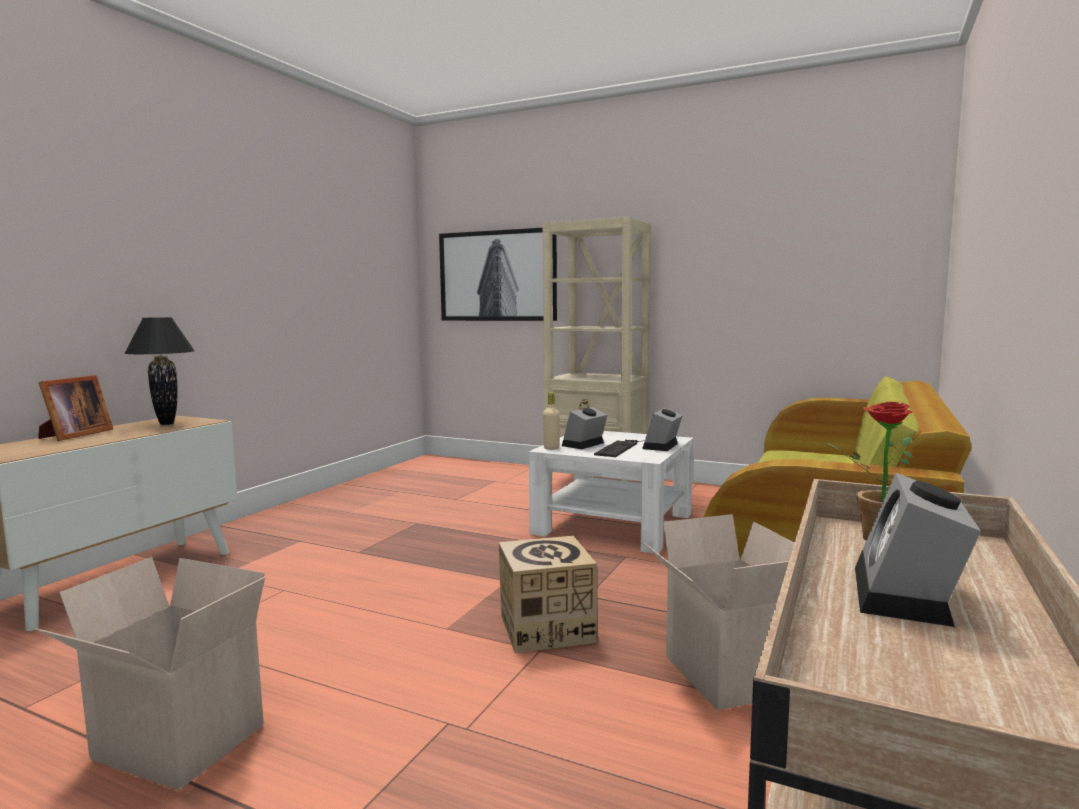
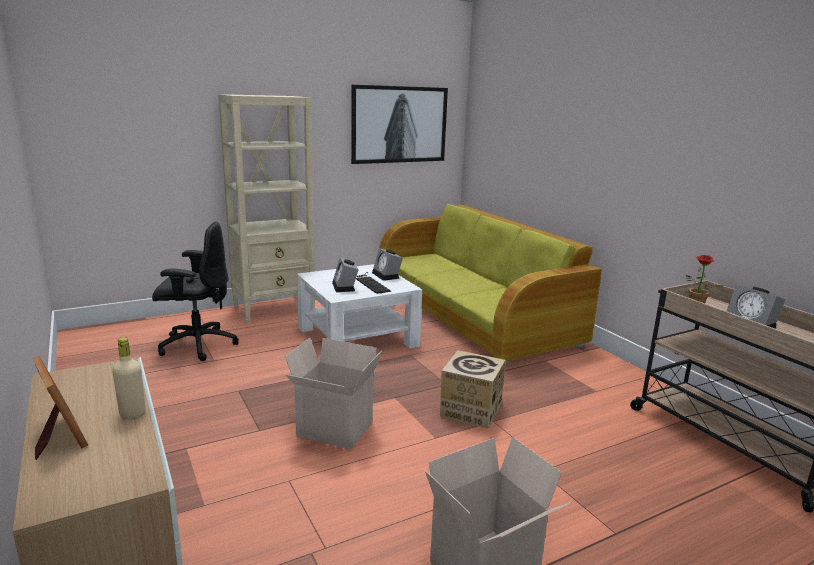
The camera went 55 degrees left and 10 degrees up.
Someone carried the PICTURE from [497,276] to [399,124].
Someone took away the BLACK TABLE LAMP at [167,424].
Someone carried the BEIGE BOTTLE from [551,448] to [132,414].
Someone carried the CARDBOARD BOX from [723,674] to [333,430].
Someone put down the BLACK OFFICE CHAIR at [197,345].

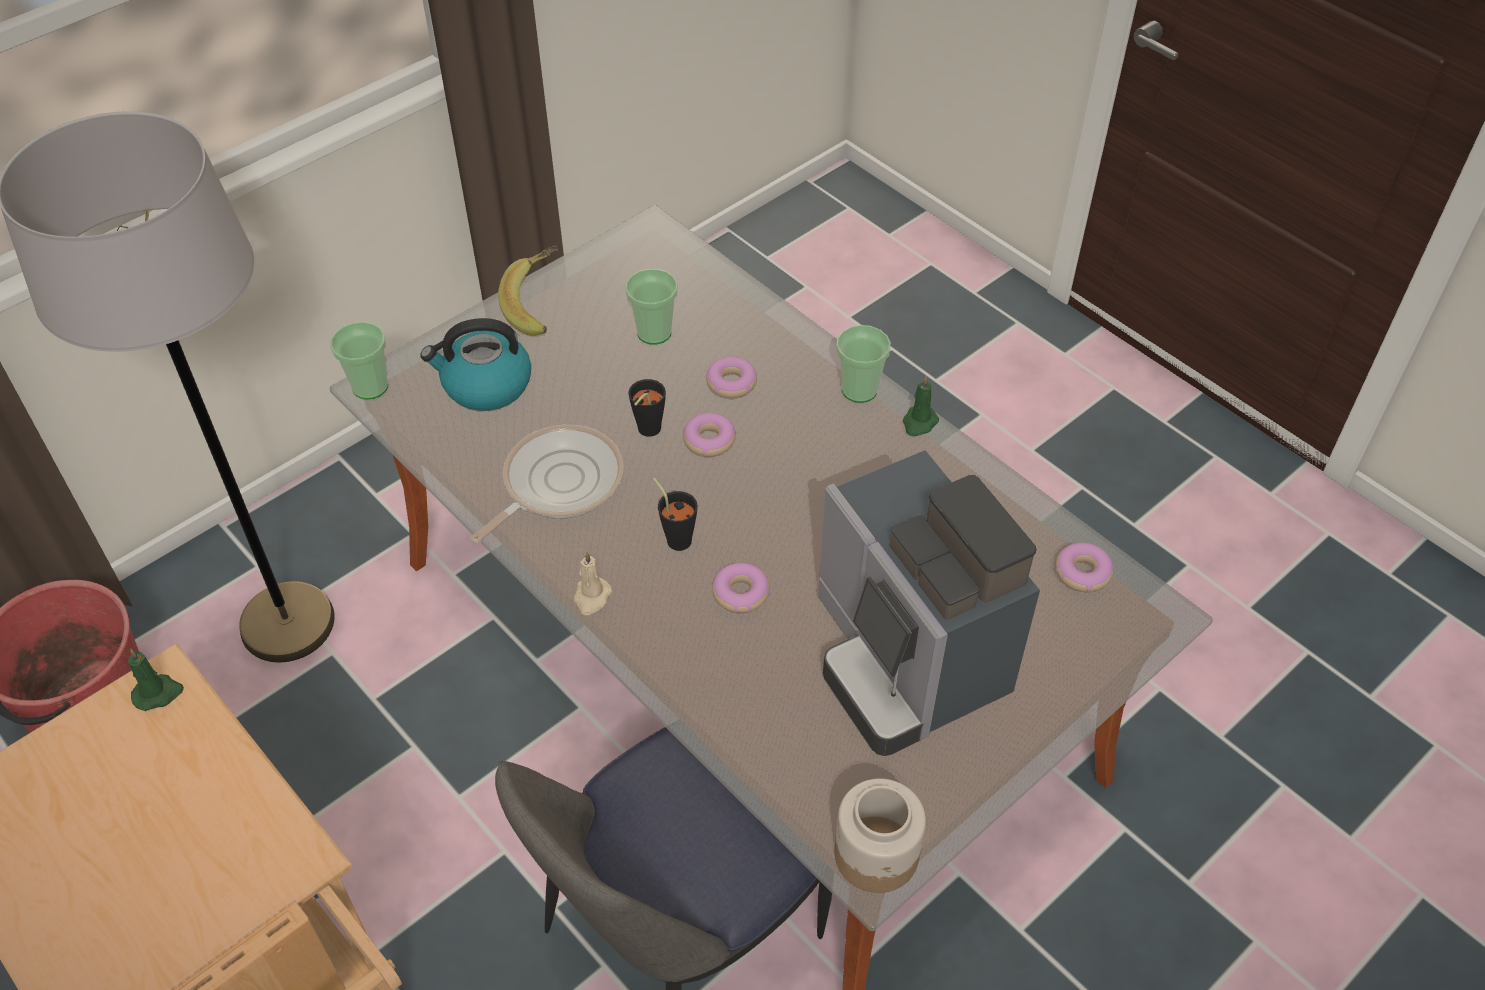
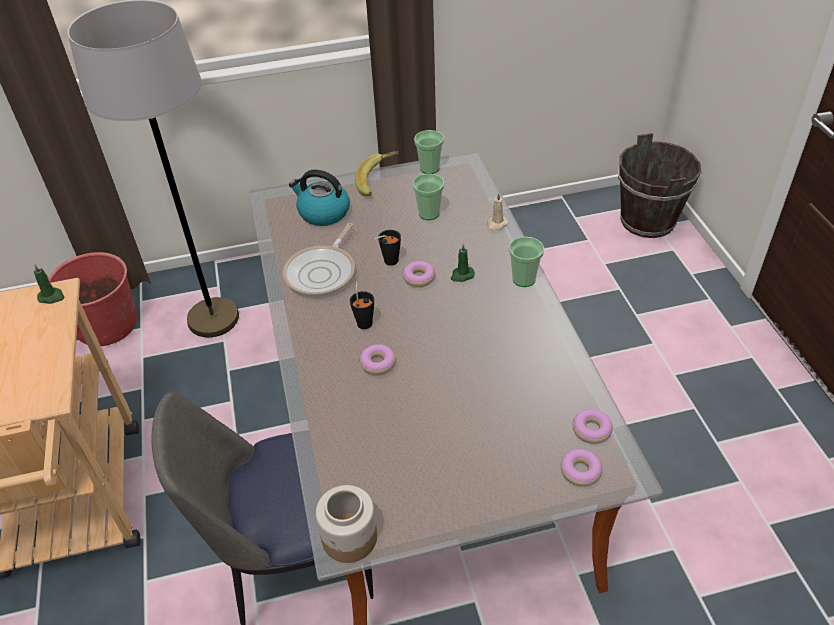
The camera went 30 degrees right and 5 degrees down.
Someone carried the CUP from [370,387] to [429,168].
Someone carried the DONUT from [731,383] to [580,471].
Someone carried the GREEN CANDLE from [919,423] to [462,275].
Someone rotated the FRYING PAN at [557,483] by 135 degrees clockwise.
Someone took away the COFFEE MACHINE at [906,659].
Someone carried the BEIGE CANDLE from [592,597] to [496,224].
Someone put down the BROWN BUCKET at [648,221].

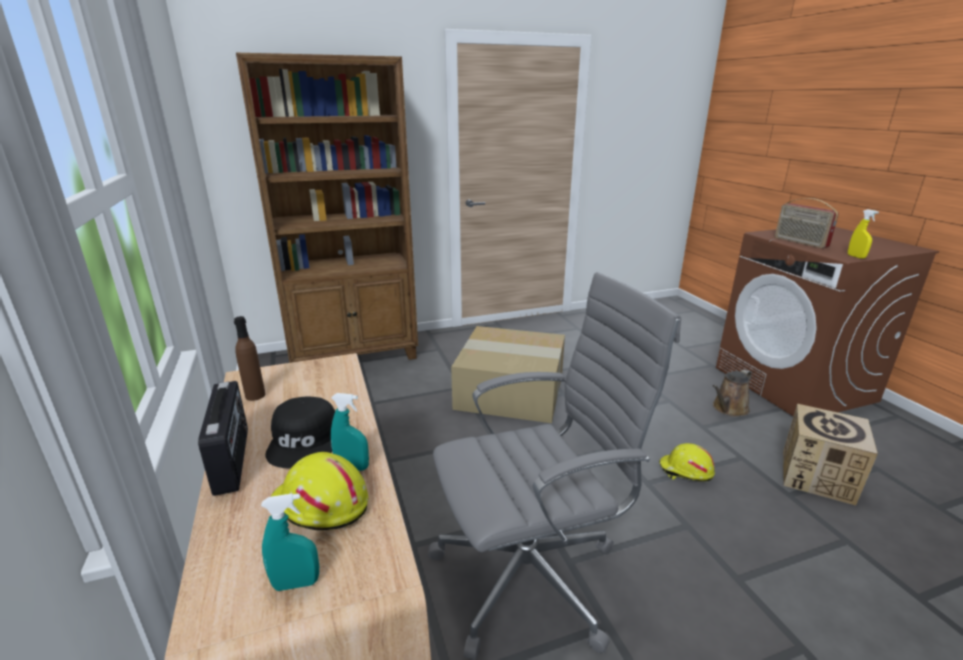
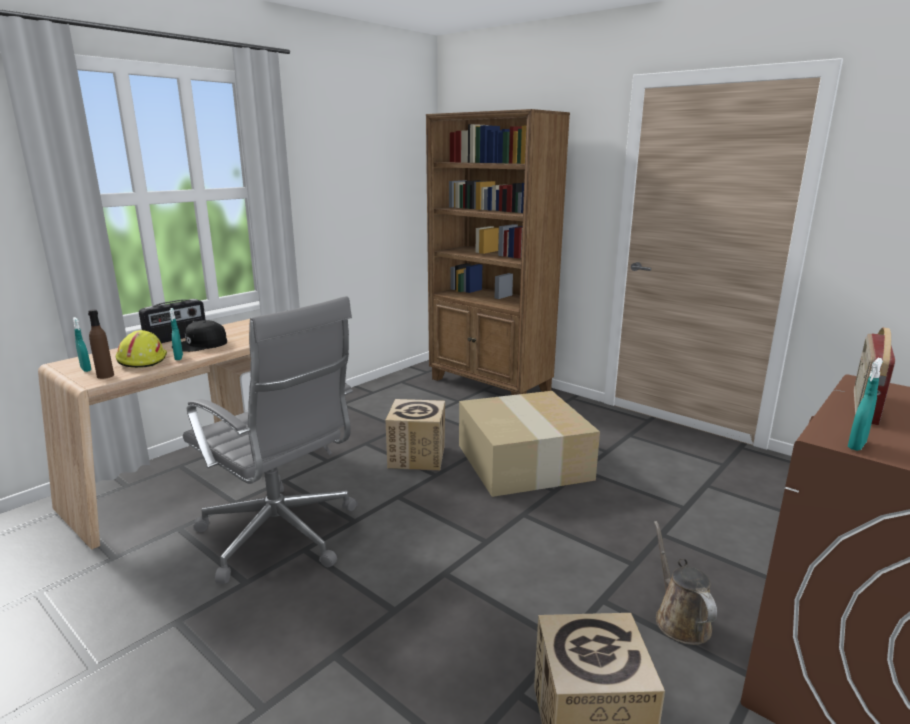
The camera went 60 degrees right and 5 degrees down.
Someone repainted the YELLOW SPRAY BOTTLE at [856,256], which became the TURQUOISE SPRAY BOTTLE at [856,445].
Someone carried the BROWN BOTTLE from [255,395] to [105,376].
Someone rotated the BROWN WATERING CAN at [728,409] by 60 degrees clockwise.
Someone took away the YELLOW HARD HAT at [685,471].
Someone put down the CARDBOARD BOX at [417,456].

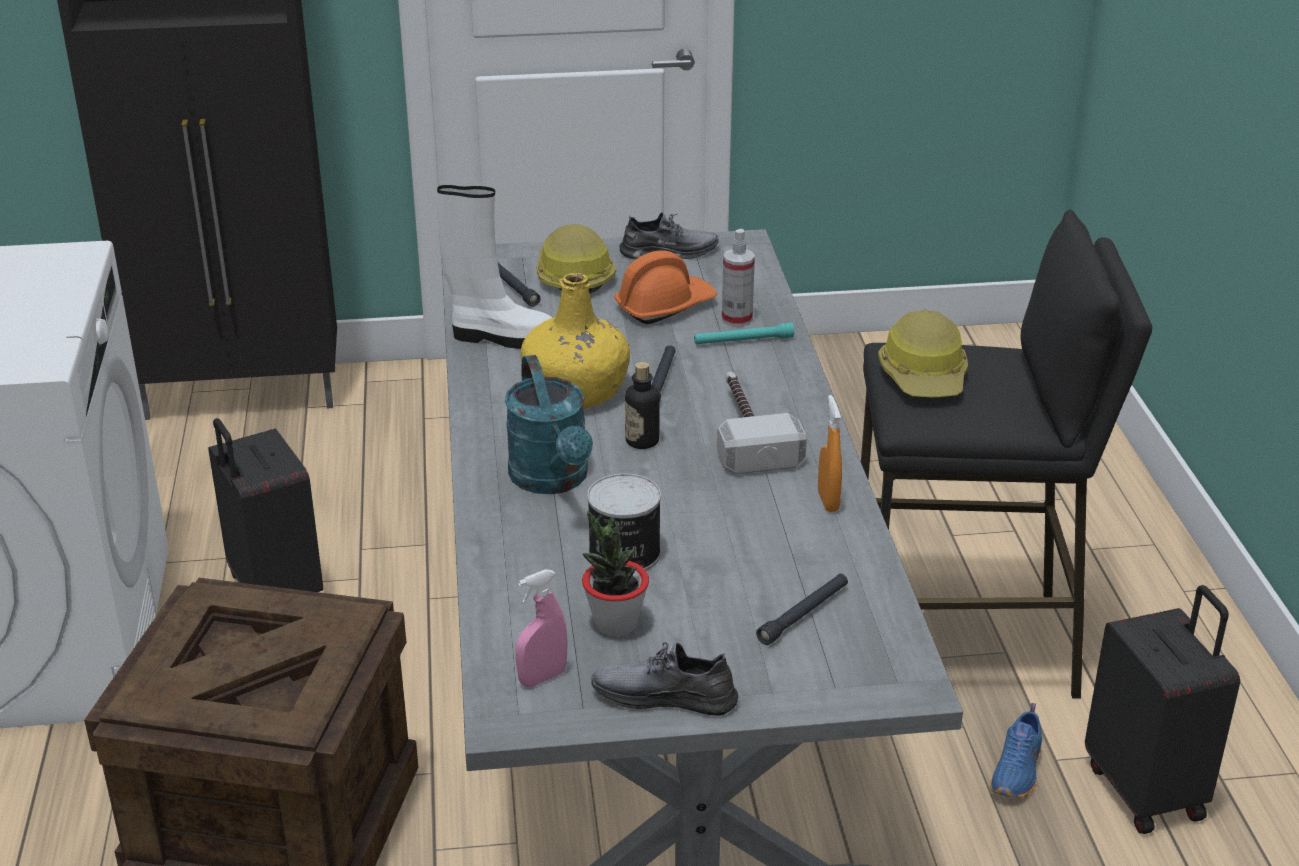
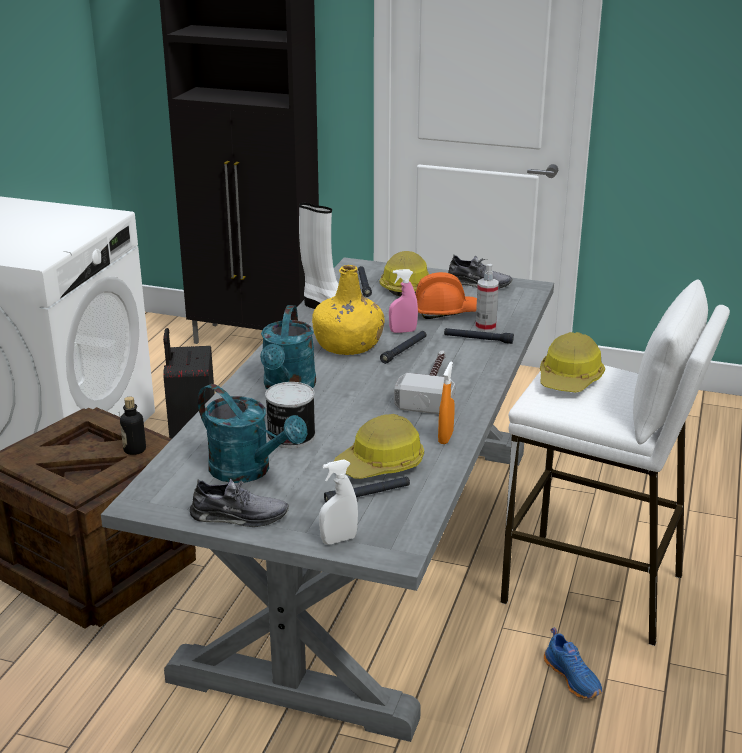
The camera went 25 degrees right and 5 degrees down.
Someone repainted the BLACK STOOL at [962,644], which became the WHITE STOOL at [593,588].
Someone repainted the TURQUOISE FLASHLIGHT at [743,341], which became the BLACK FLASHLIGHT at [478,339].
Someone carried the BOTTLE from [642,441] to [134,449].
Someone swapped the POTTED PLANT at [615,624] for the TURQUOISE WATERING CAN at [249,471].
Someone carried the PINK SPRAY BOTTLE from [542,678] to [403,331].
Someone took away the BLACK SUITCASE at [1147,790].
Someone rotated the GREY SHOE at [664,696] by 150 degrees clockwise.
Someone rotated the BLUE SHOE at [1018,771] by 75 degrees counterclockwise.
Someone put down the HARD HAT at [381,464].
Someone put down the WHITE SPRAY BOTTLE at [338,539].

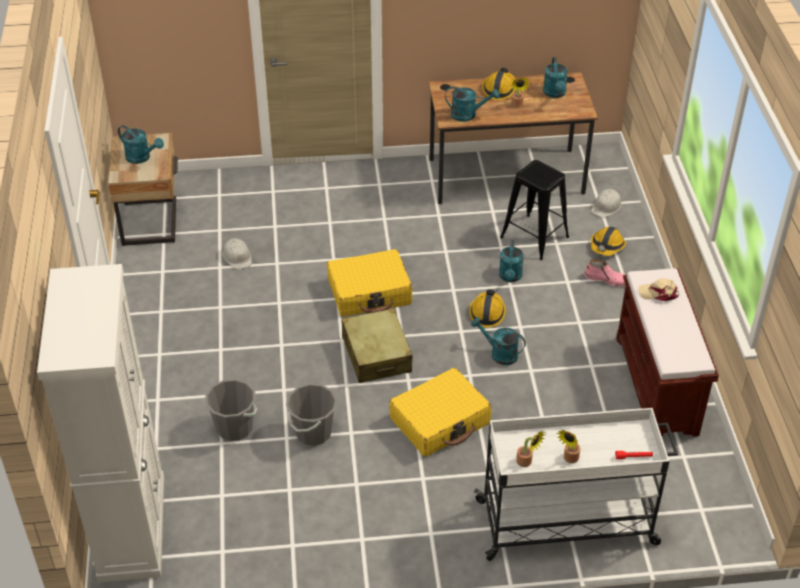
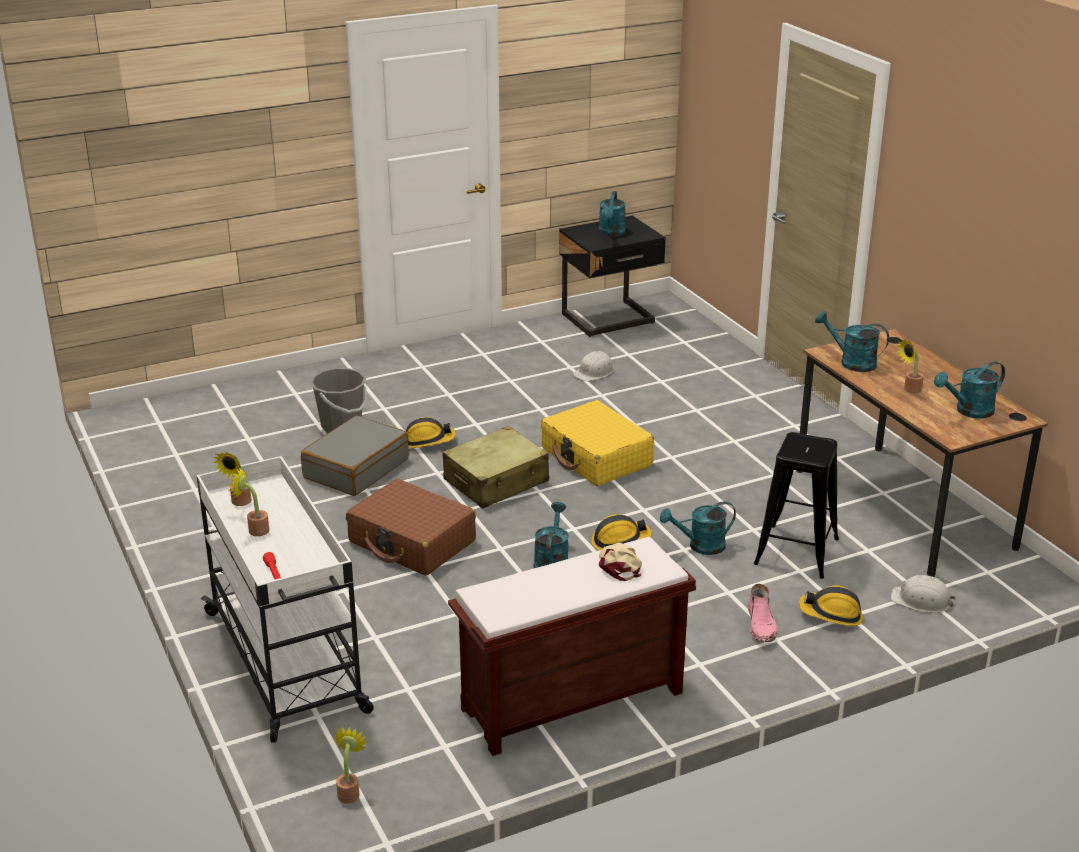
The camera went 70 degrees right and 15 degrees down.
Someone carried the HARD HAT from [499,89] to [428,441].
Someone rotated the TURQUOISE WATERING CAN at [468,115] by 135 degrees clockwise.
Someone repainted the BEIGE NIGHTSTAND at [152,222], which became the BLACK NIGHTSTAND at [610,320].
Someone took away the WHITE CABINET at [132,527].
Someone repainted the YELLOW SUITCASE at [440,421], which became the BROWN SUITCASE at [412,542].
Someone swapped the GREY BUCKET at [313,432] for the GREY SUITCASE at [356,468].
Someone put down the POTTED PLANT at [349,792].

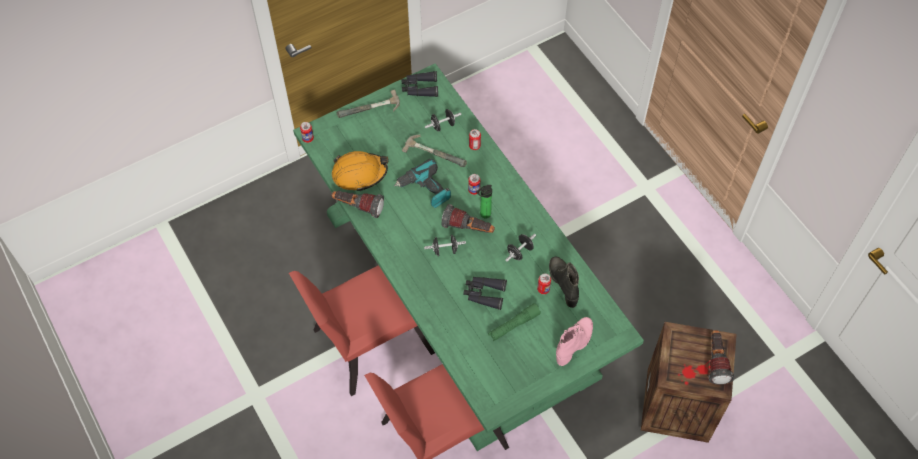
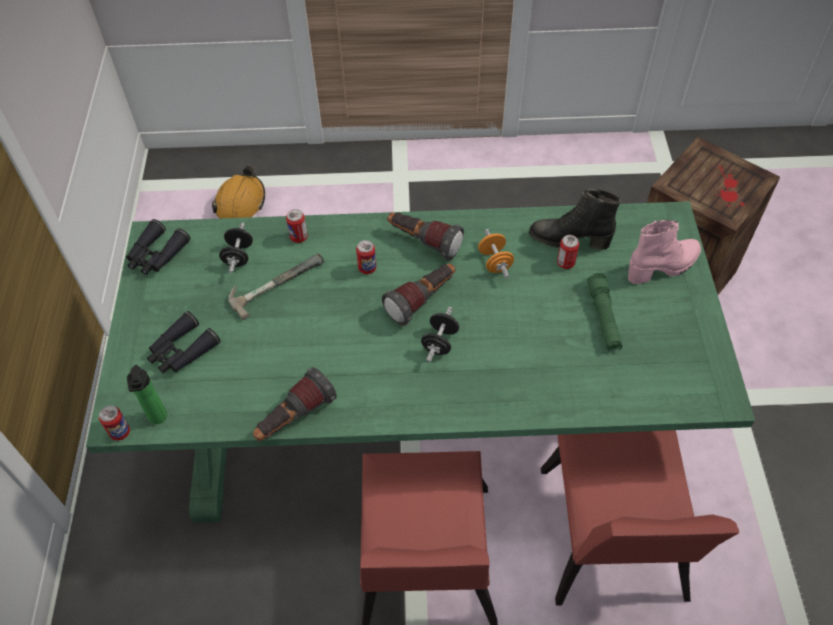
The camera went 60 degrees left and 5 degrees down.
Someone took away the HAMMER at [370,110].
Someone carried the ORANGE HARD HAT from [359,173] to [240,203].
Someone took away the POWER DRILL at [425,190].
Someone carried the BOTTLE from [484,215] to [157,419].
Someone repainted the BLACK DUMBBELL at [520,252], which became the ORANGE DUMBBELL at [495,262].
Someone carried the BLACK BINOCULARS from [484,294] to [182,351].
Someone rotated the PINK BOOT at [574,344] by 90 degrees clockwise.
Someone carried the FLASHLIGHT from [716,361] to [423,242].

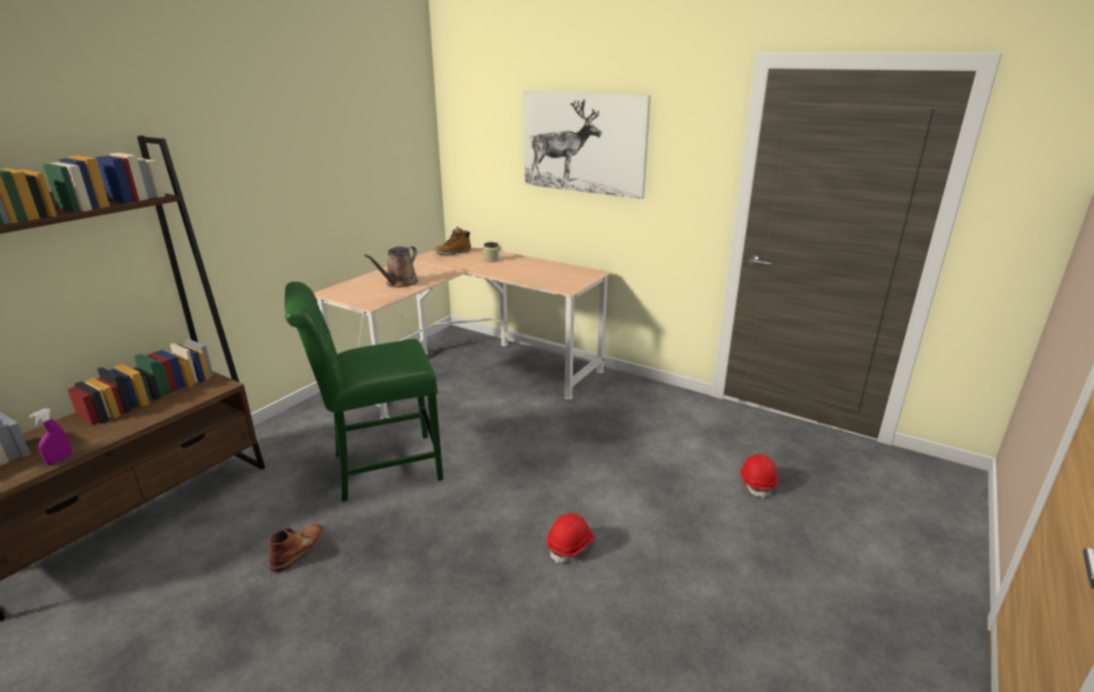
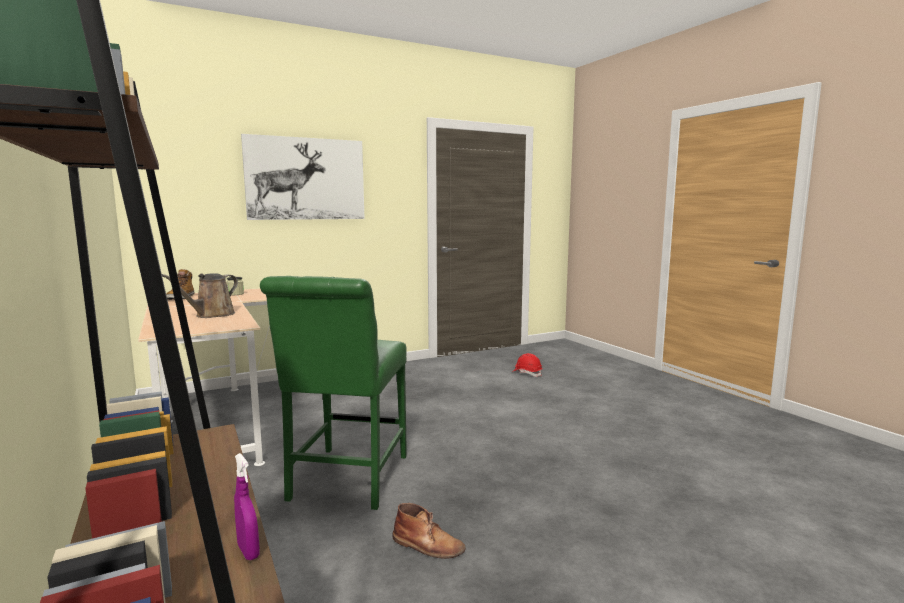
The camera went 60 degrees left and 15 degrees down.
Someone rotated the BROWN WATERING CAN at [399,283] by 60 degrees clockwise.
Someone took away the RED HARD HAT at [571,546].
Someone rotated the BROWN BOOT at [299,549] by 150 degrees clockwise.

